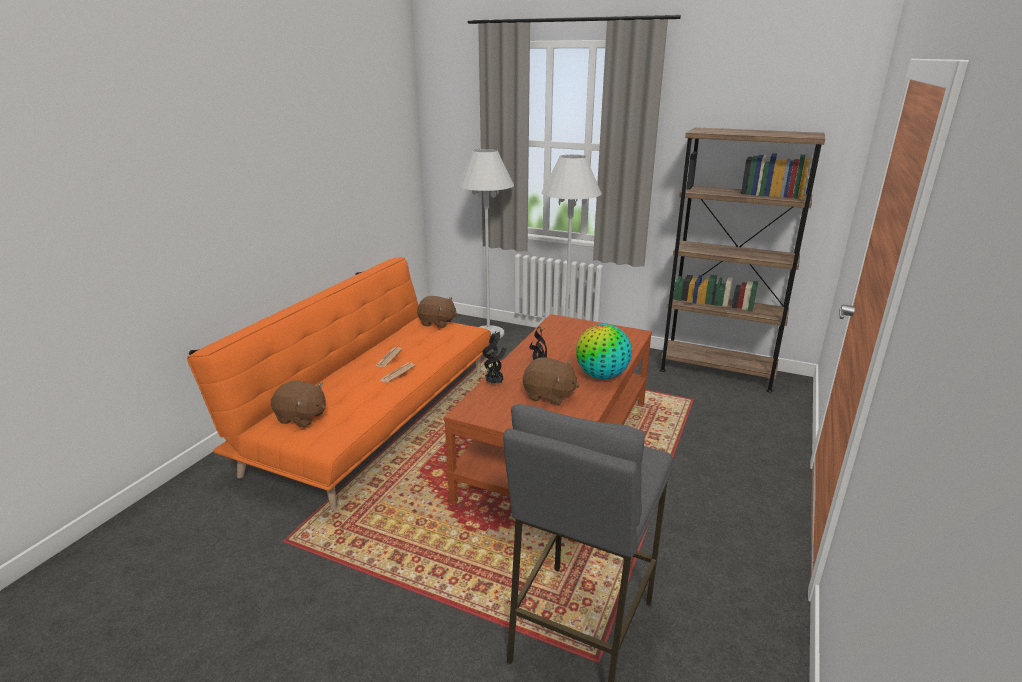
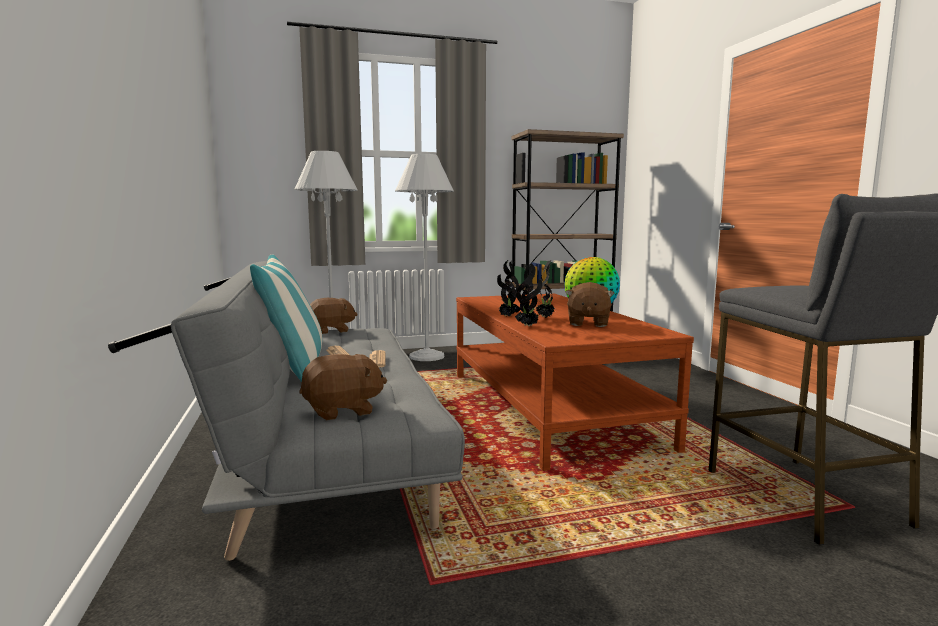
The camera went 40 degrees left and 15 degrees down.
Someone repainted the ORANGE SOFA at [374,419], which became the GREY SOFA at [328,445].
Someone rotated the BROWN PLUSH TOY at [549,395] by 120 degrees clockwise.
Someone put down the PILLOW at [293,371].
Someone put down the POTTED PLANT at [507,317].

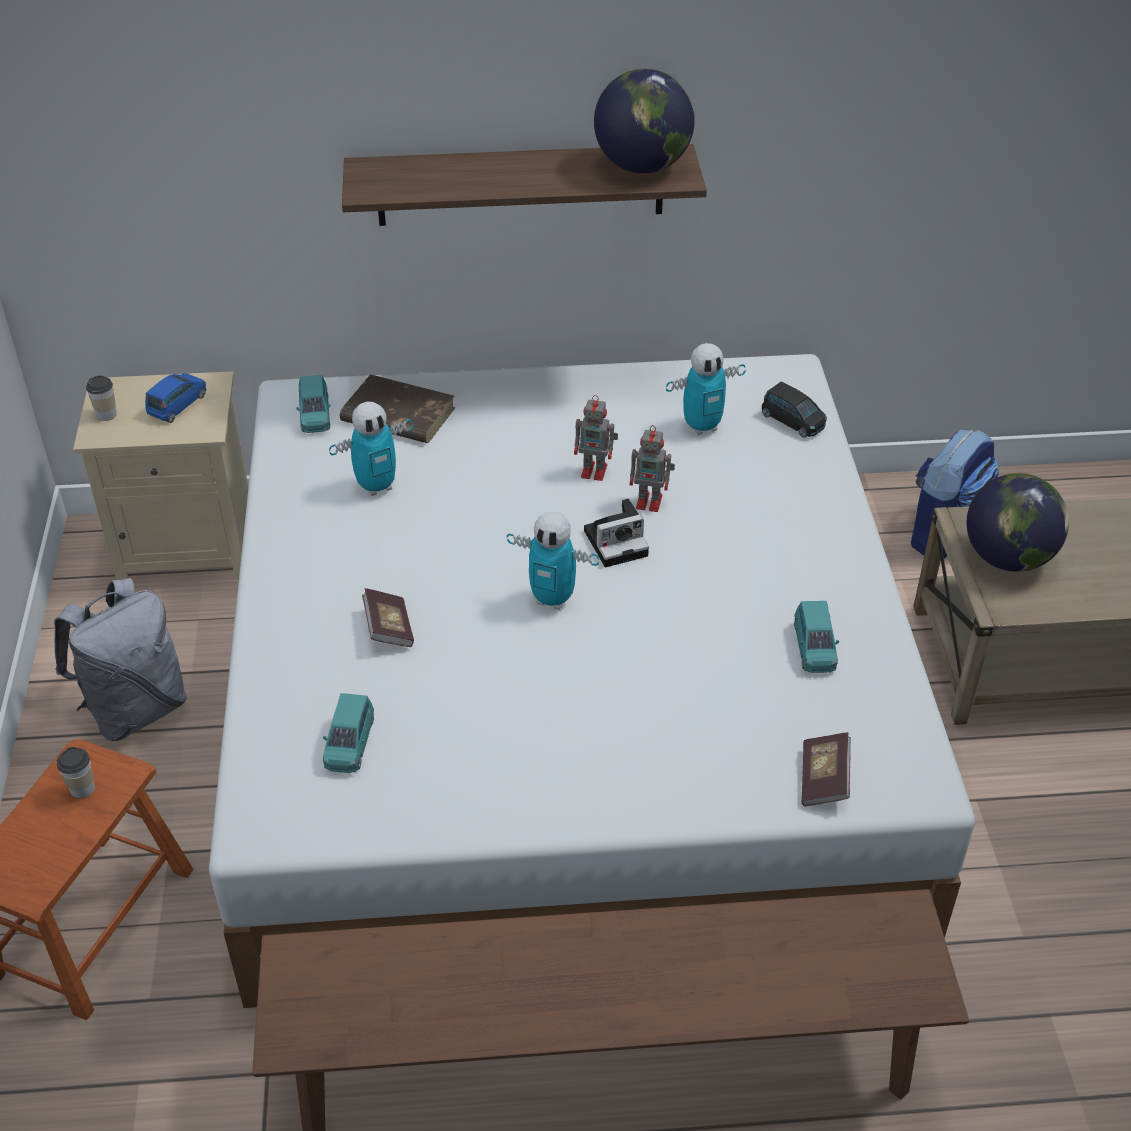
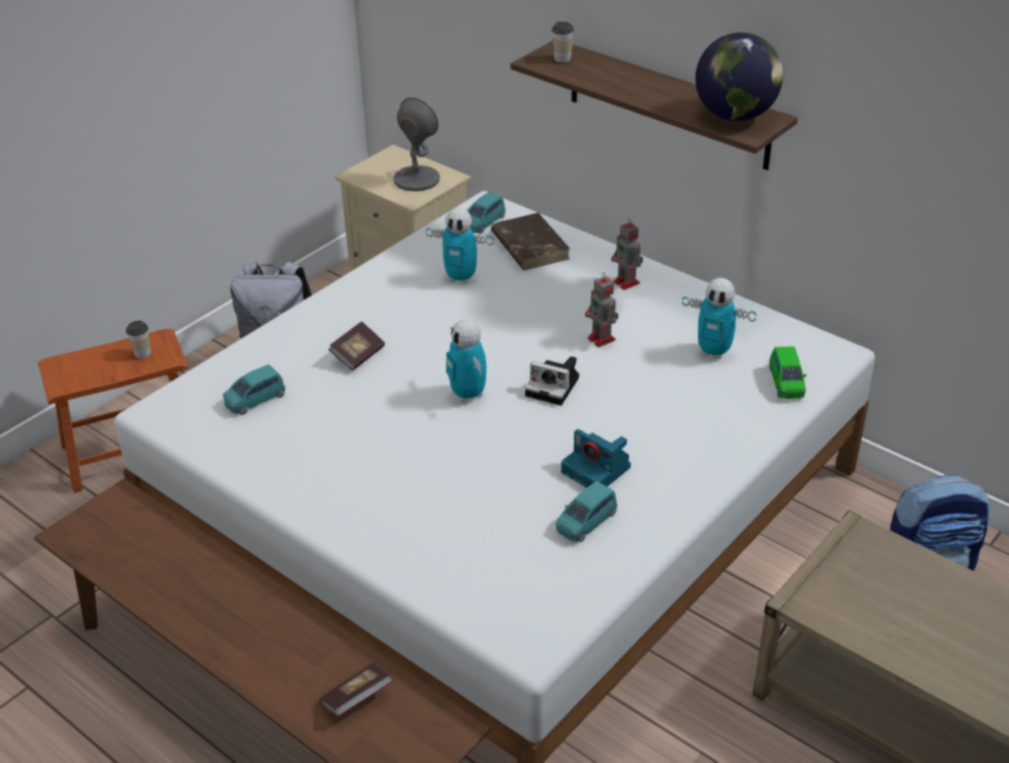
The camera went 45 degrees right and 5 degrees down.
Someone swapped the BLUE TOY CAR at [177,405] for the GREY TABLE LAMP at [416,179].
Someone carried the CUP from [106,415] to [562,58].
Someone repainted the BLACK TOY CAR at [793,421], which became the GREEN TOY CAR at [786,383].
Someone carried the TOY ROBOT from [650,502] to [627,283].
Someone took away the GLOBE at [1008,558].
Someone carried the BOOK from [824,780] to [357,699].
Someone put down the PHOTO CAMERA at [597,470].

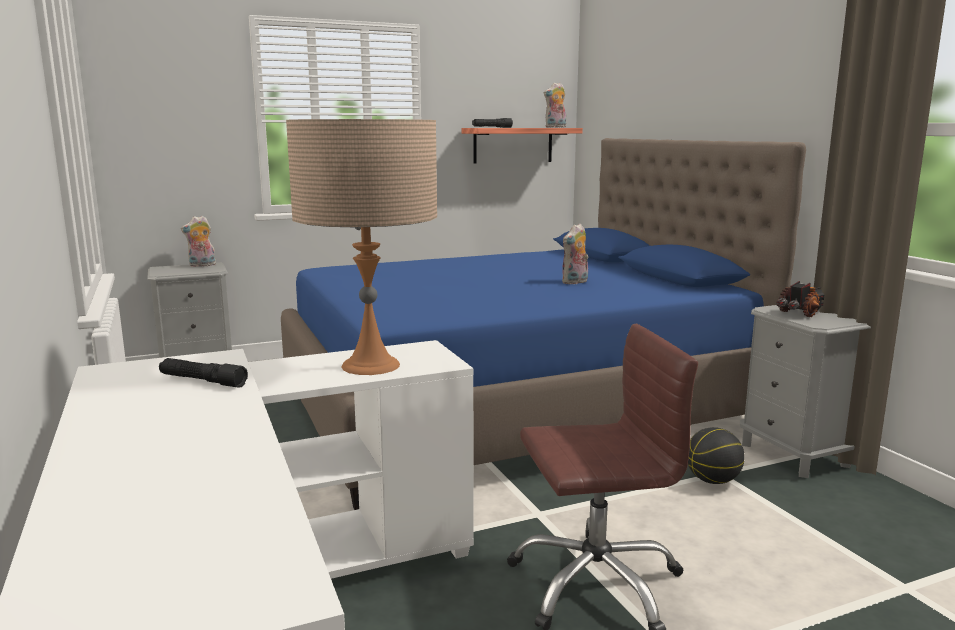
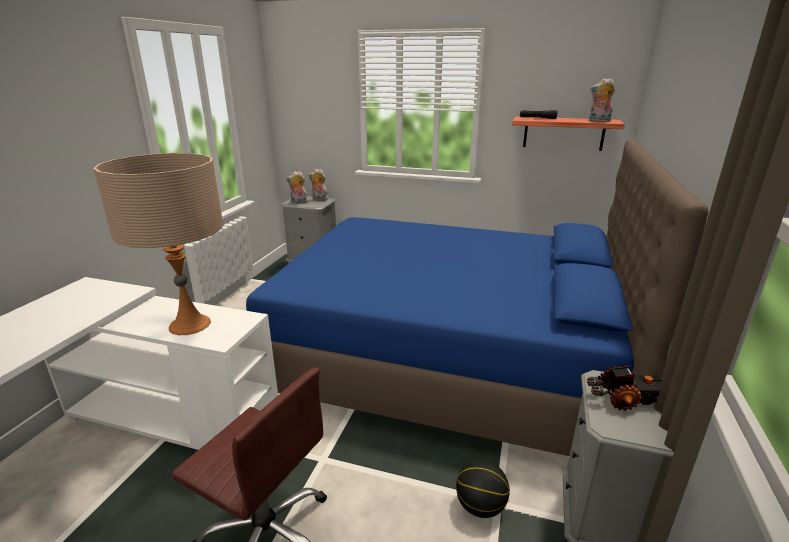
The camera went 40 degrees right and 10 degrees up.
Someone carried the PLUSH TOY from [575,282] to [298,203].
Someone took away the BLACK FLASHLIGHT at [203,381].

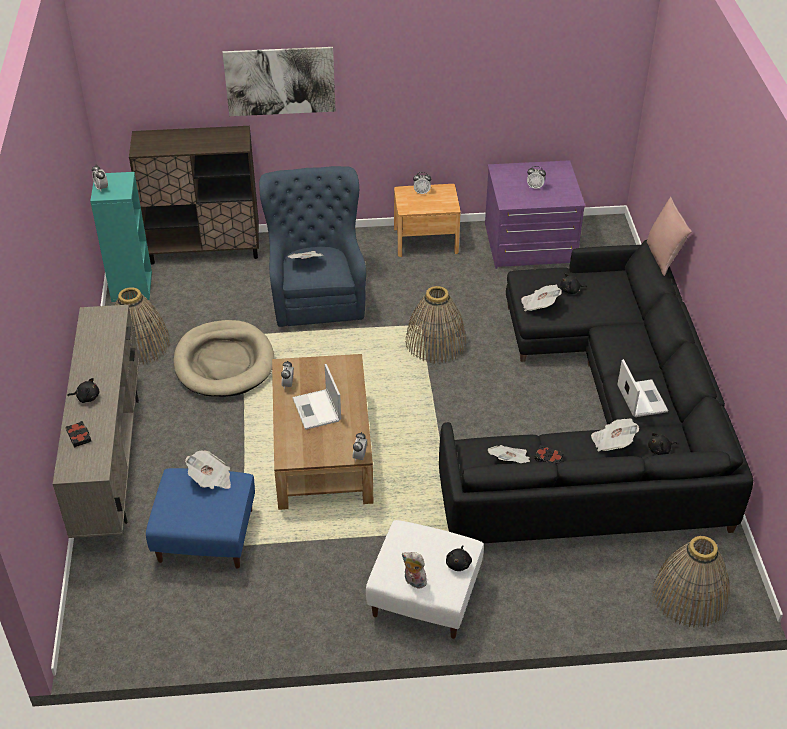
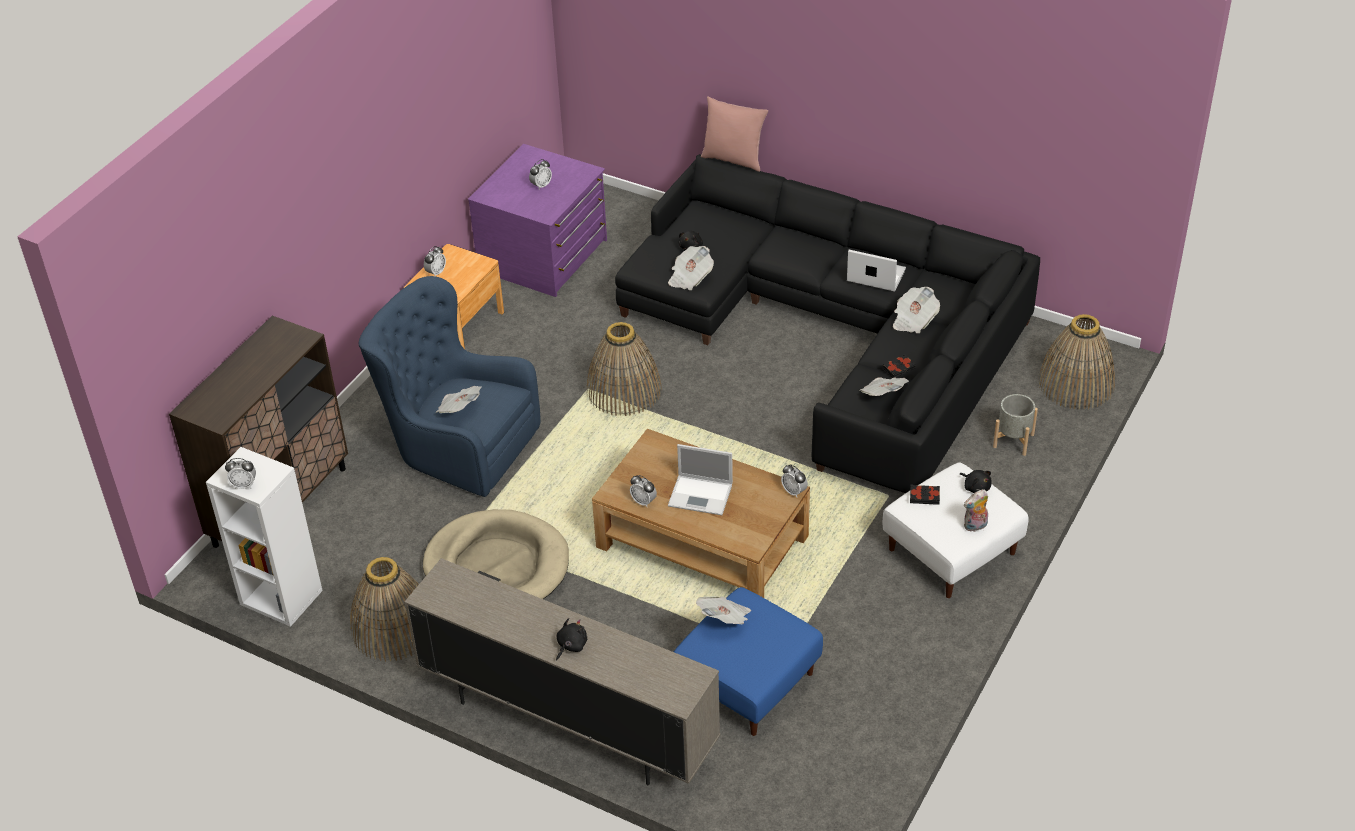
The camera went 55 degrees left and 0 degrees up.
Someone took away the PICTURE at [280,81].
Someone repainted the TURQUOISE BOOKCASE at [131,286], which became the WHITE BOOKCASE at [280,598].
Someone carried the BLACK BOOK from [79,436] to [924,496].
Someone took away the BLACK PLUSH TOY at [660,450].
Someone put down the GREY PLANTER at [1013,441].

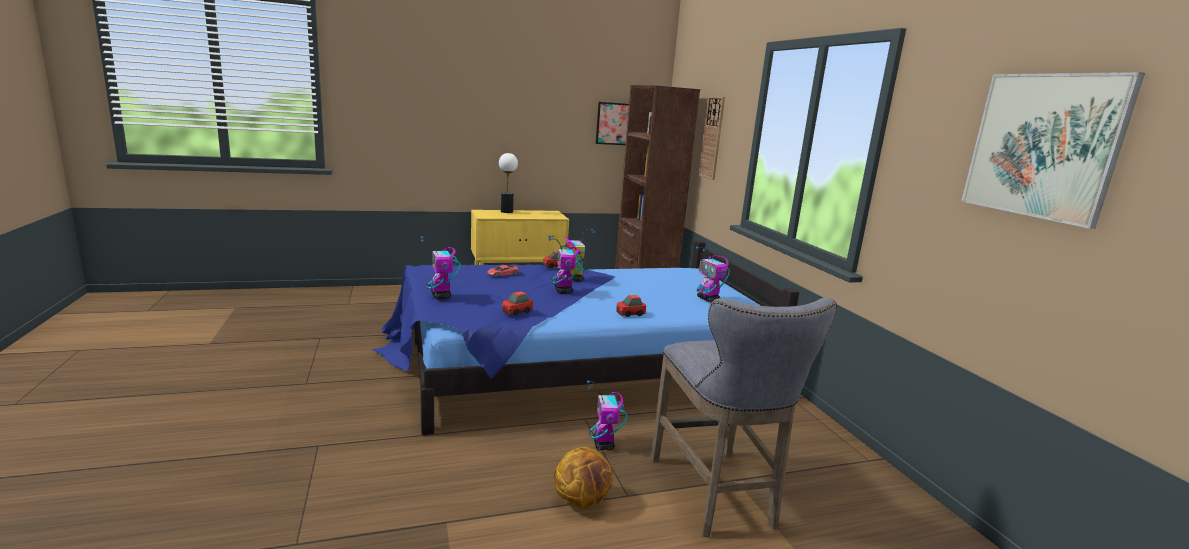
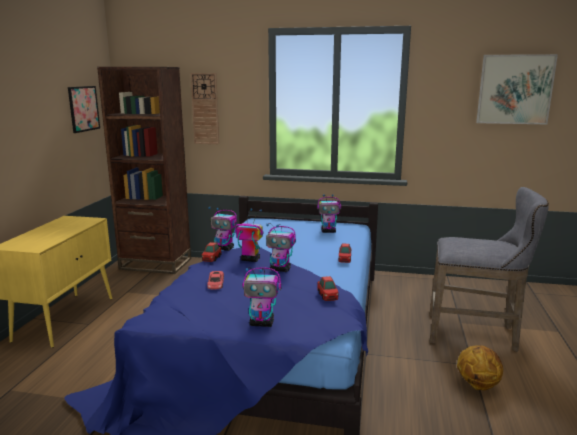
The camera went 60 degrees left and 0 degrees up.
Someone took away the TABLE LAMP at [507,211].
Someone carried the TOY ROBOT from [603,444] to [224,248].

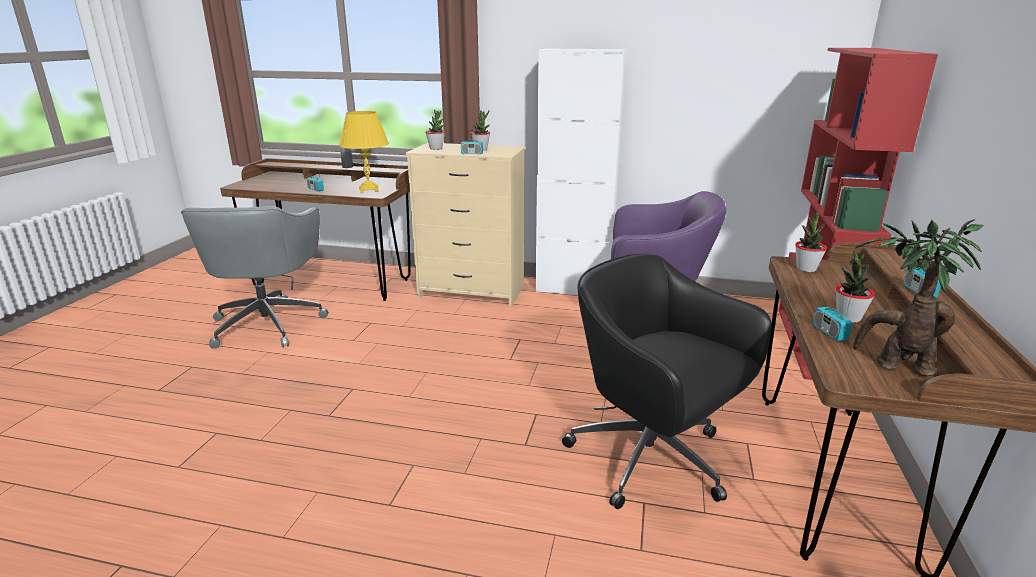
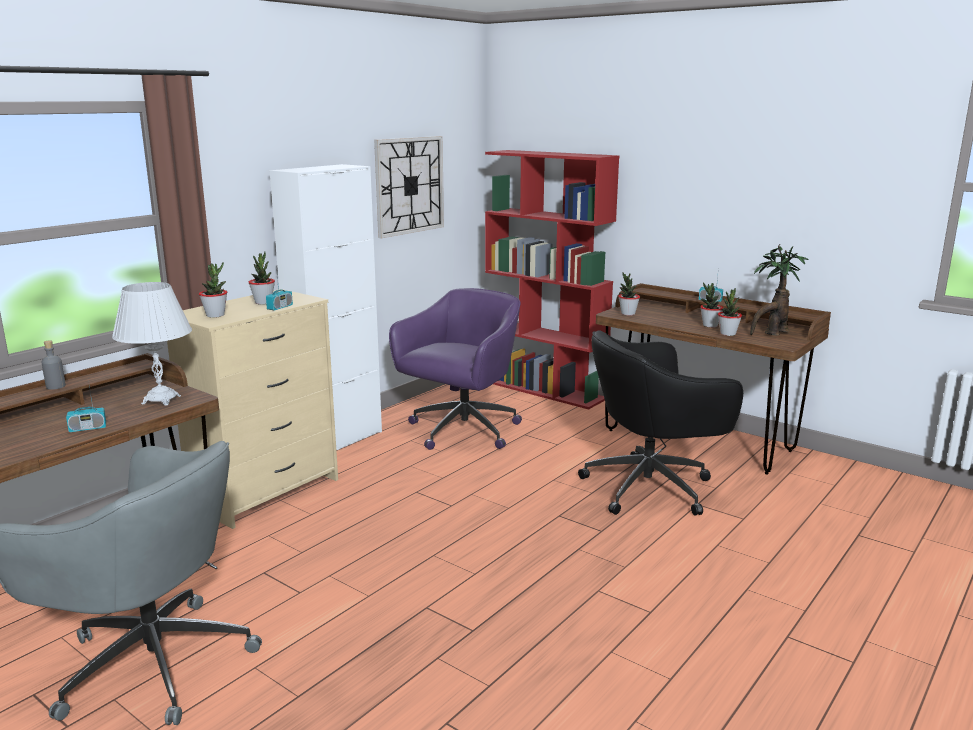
The camera went 65 degrees left and 5 degrees down.
Someone repainted the YELLOW TABLE LAMP at [369,190], which became the WHITE TABLE LAMP at [161,400].
Someone swapped the RADIO at [829,333] for the POTTED PLANT at [728,333].
Someone put up the WALL CLOCK at [409,185].

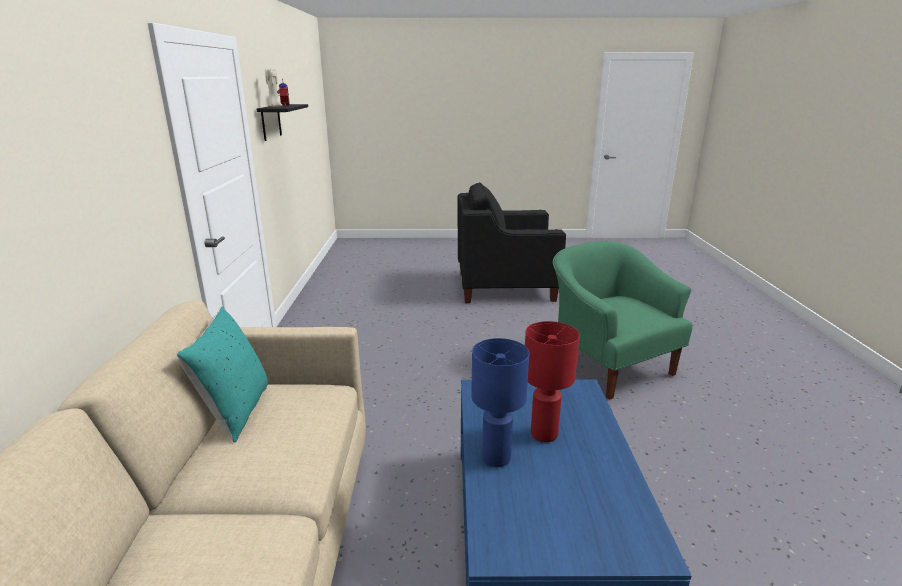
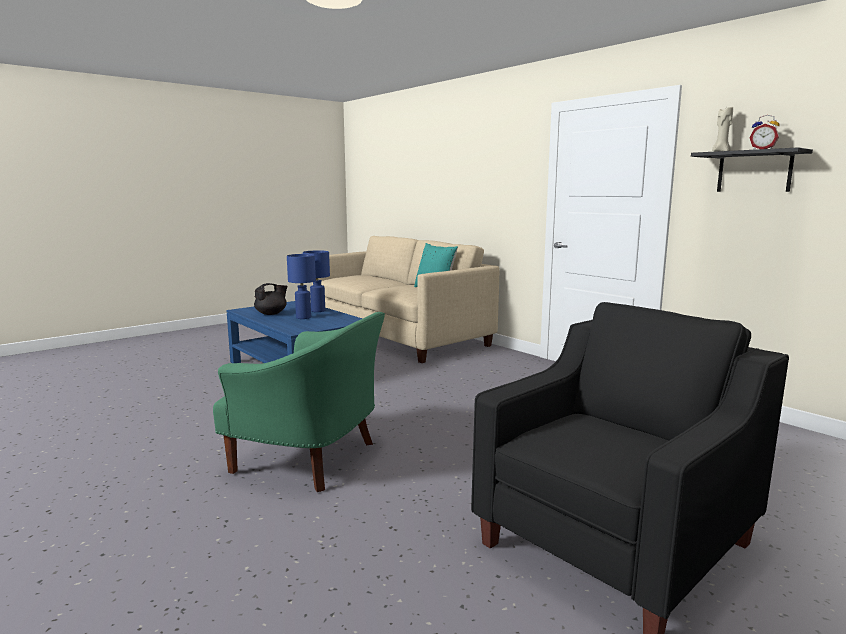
The camera went 140 degrees right and 10 degrees down.
Someone repainted the RED TABLE LAMP at [543,433], which became the BLUE TABLE LAMP at [303,318].
Someone put down the BLACK TEAPOT at [271,314].

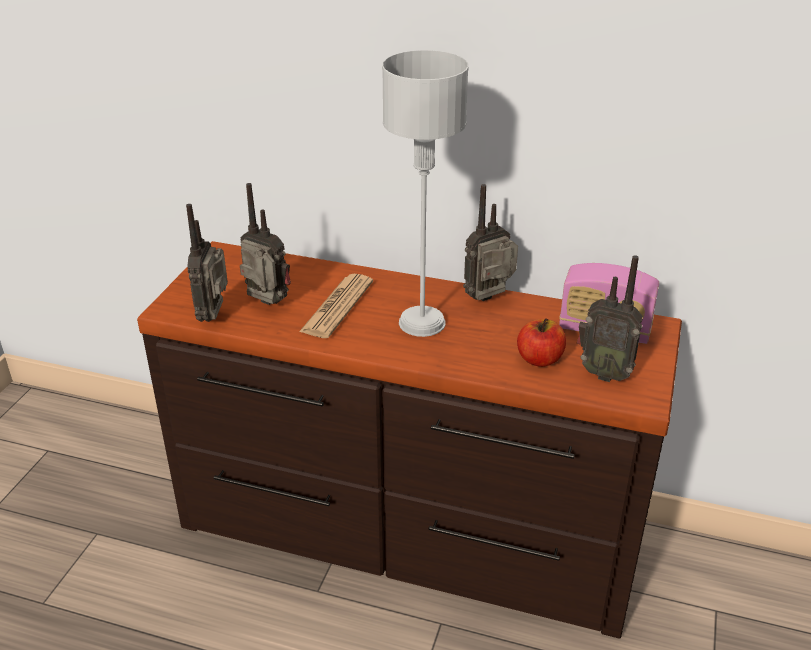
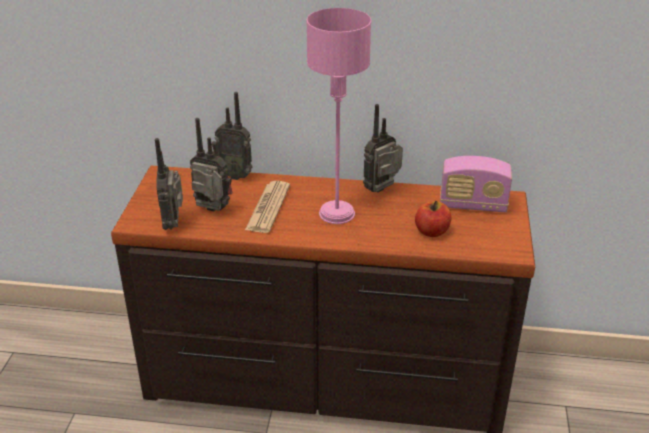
The camera went 10 degrees left and 0 degrees up.
Someone repainted the GREY TABLE LAMP at [422,323], which became the PINK TABLE LAMP at [337,214].
Someone carried the RADIO from [604,373] to [235,175].

